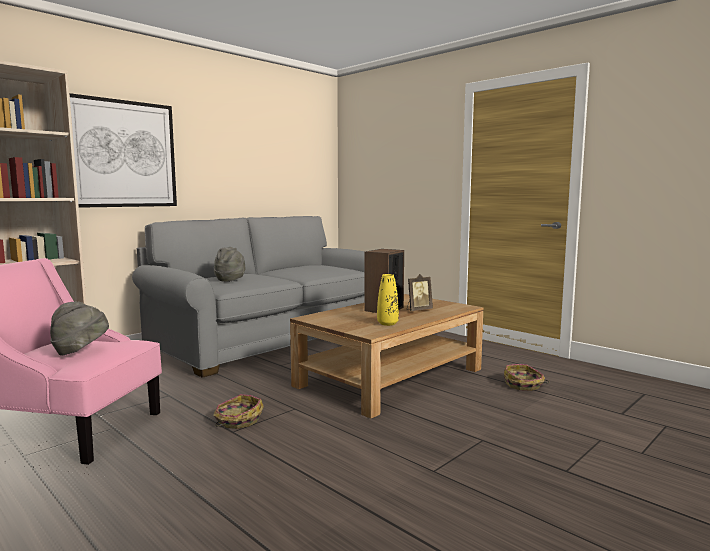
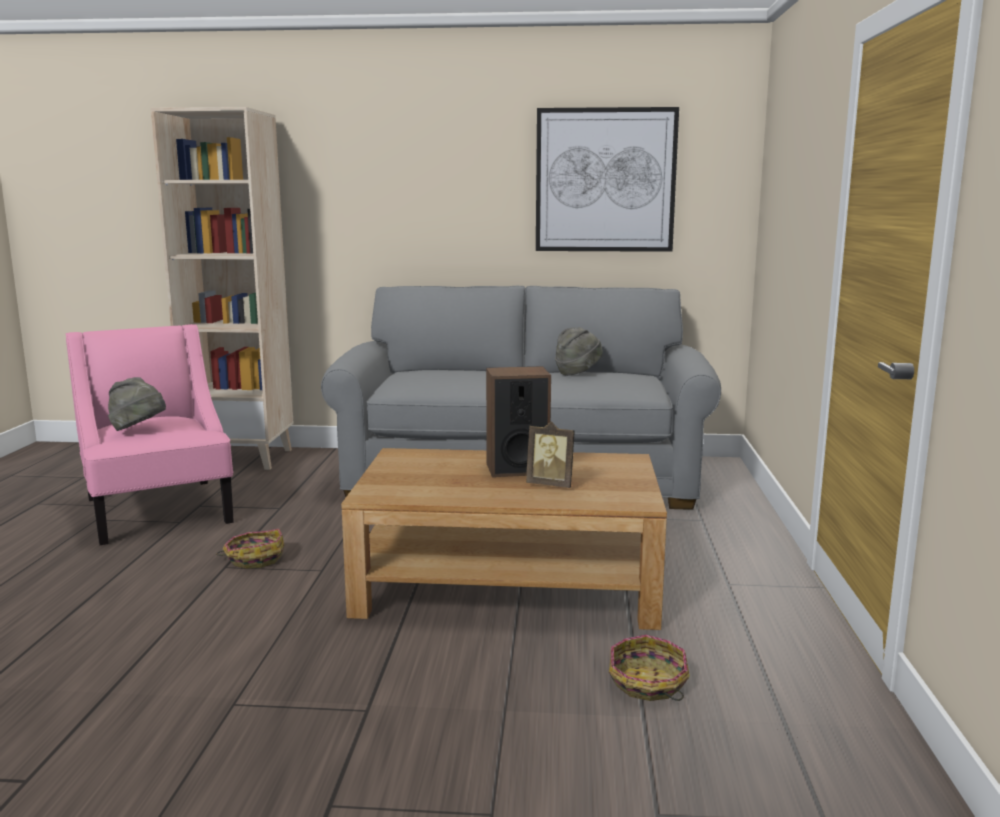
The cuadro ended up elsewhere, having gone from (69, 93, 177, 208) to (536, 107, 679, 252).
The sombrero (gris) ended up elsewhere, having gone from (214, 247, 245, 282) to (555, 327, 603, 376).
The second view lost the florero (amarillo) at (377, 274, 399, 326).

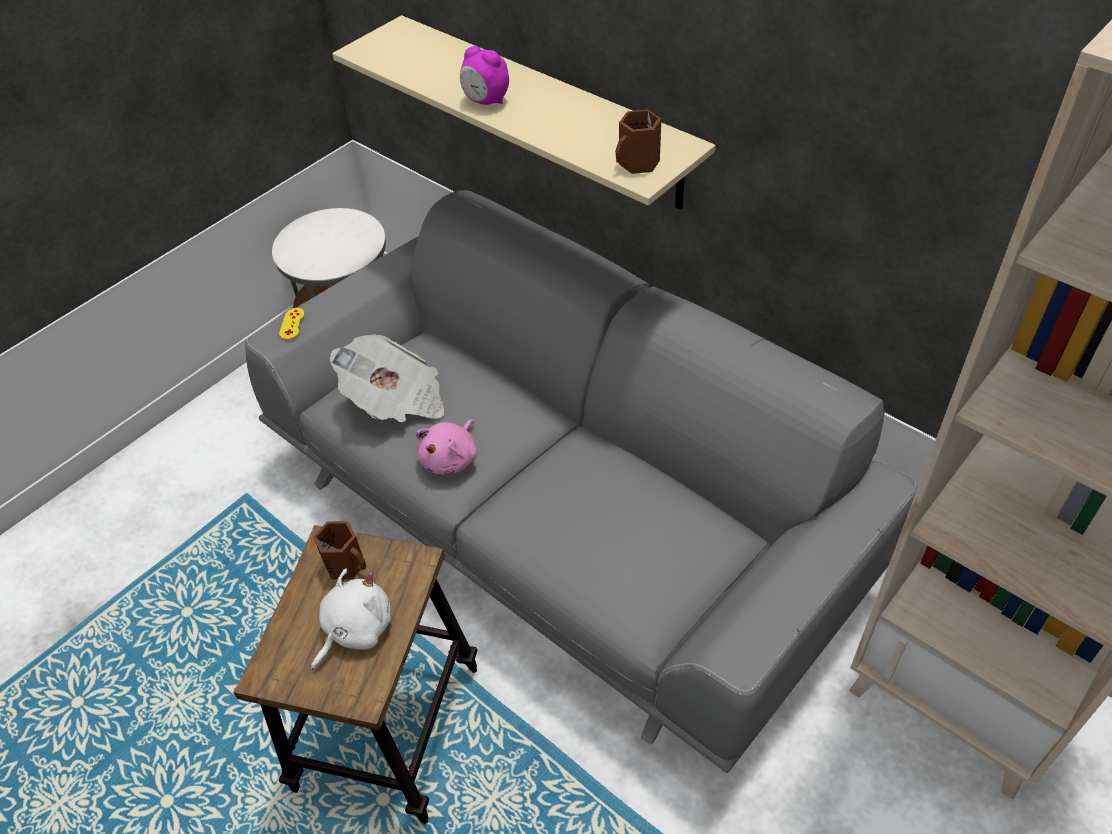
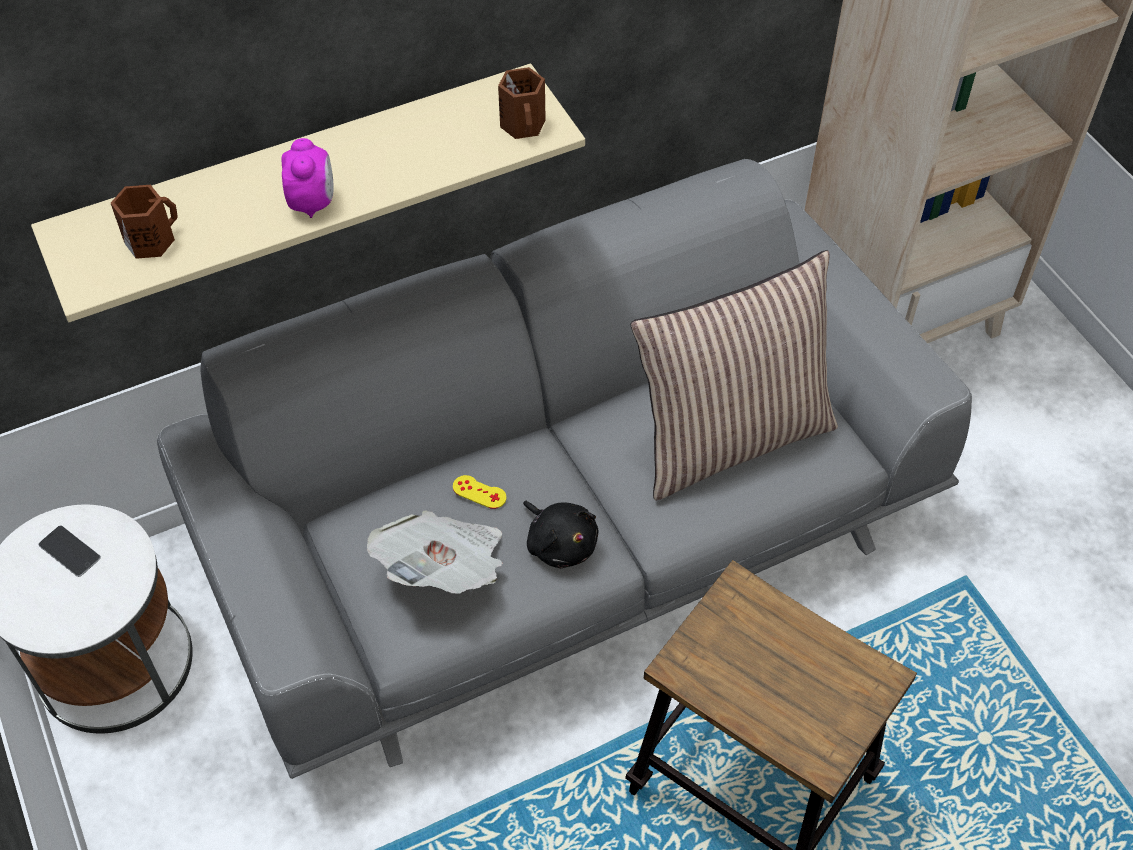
The despertador at (460, 46, 509, 105) ended up facing another way, 60 degrees counterclockwise from before.
The mando de consola (amarillo) ended up elsewhere, having gone from (279, 308, 305, 340) to (453, 475, 507, 509).
What was the peluche (rosa) at (416, 419, 477, 475) turned into the peluche (negro) at (523, 501, 599, 568).
The taza grande (marrón) ended up elsewhere, having gone from (313, 521, 366, 580) to (111, 185, 178, 259).
The second view lost the peluche (blanco) at (311, 569, 391, 670).
The second view gained the cojín at (631, 250, 838, 501).
The second view gained the móvil at (38, 525, 101, 577).

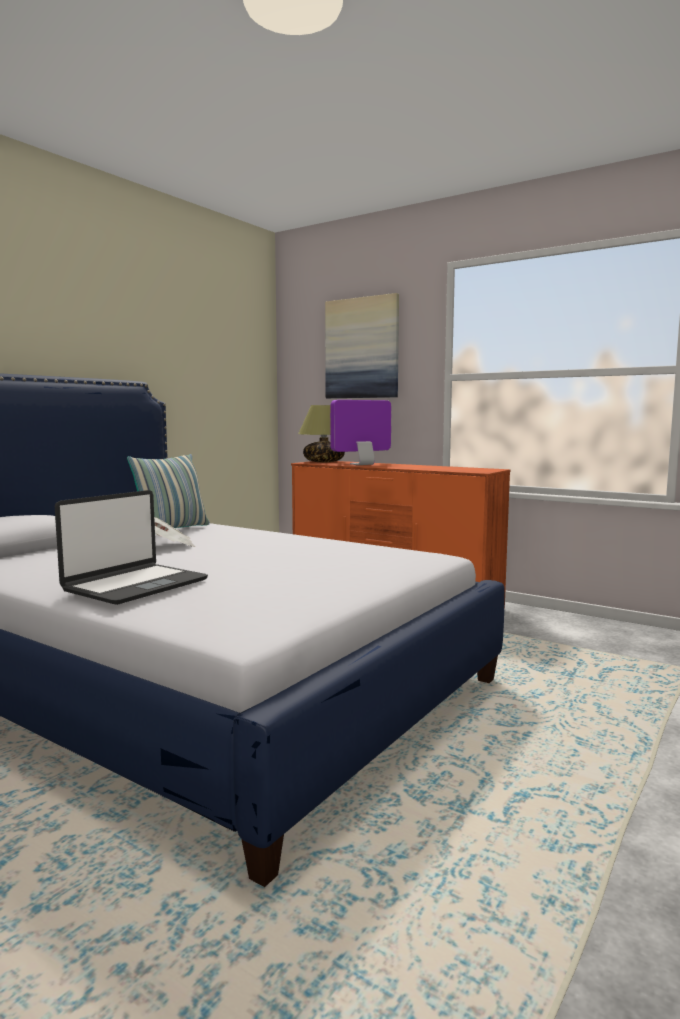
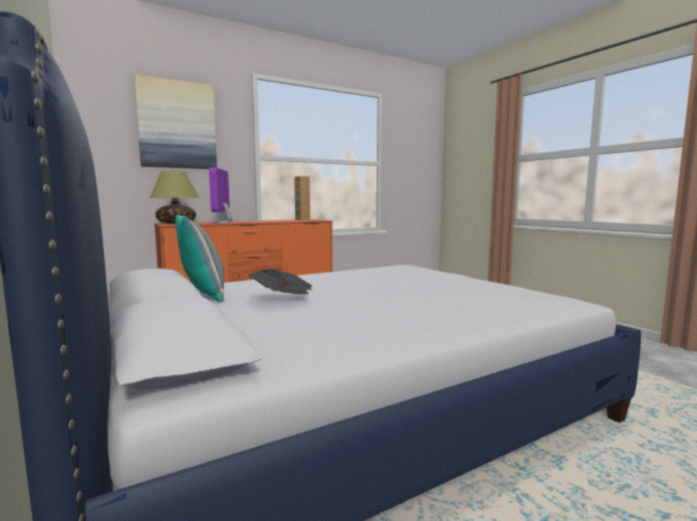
The second view lost the portátil at (55, 490, 208, 605).
The second view gained the altavoz (marrón) at (295, 176, 310, 220).

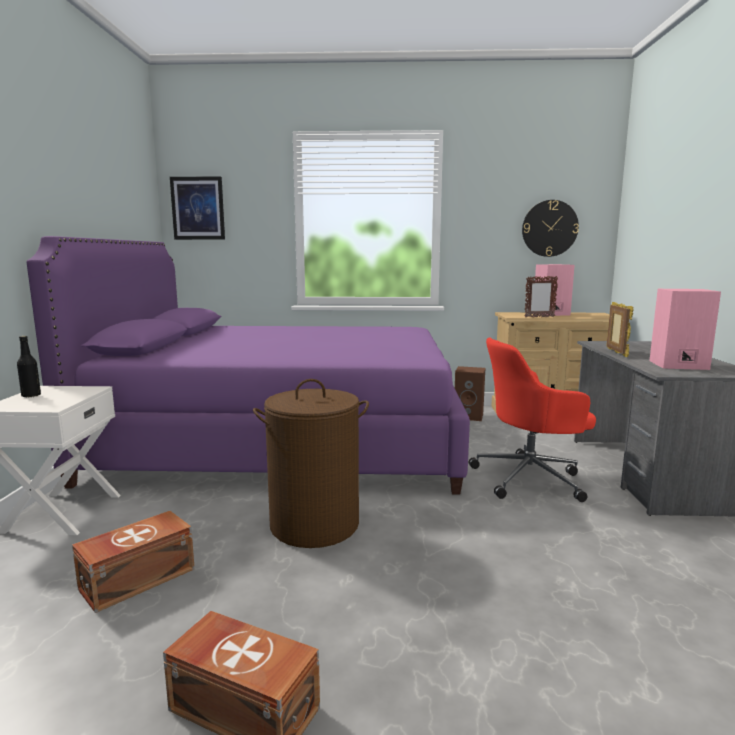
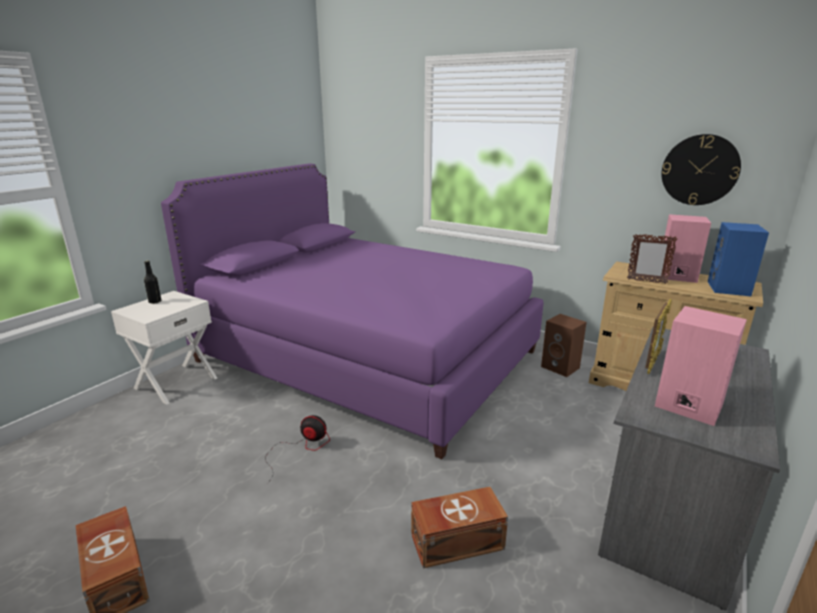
The second view lost the cuadro at (170, 176, 225, 240).
The second view lost the silla de oficina (rojo) at (469, 338, 596, 502).
Where the cesto de la ropa (marrón) stood at (253, 379, 369, 548), the ventilador came to stand at (268, 415, 330, 483).
The caja de almacenaje (marrón) ended up elsewhere, having gone from (72, 511, 195, 613) to (411, 487, 508, 568).
The second view gained the altavoz (azul) at (707, 222, 769, 296).

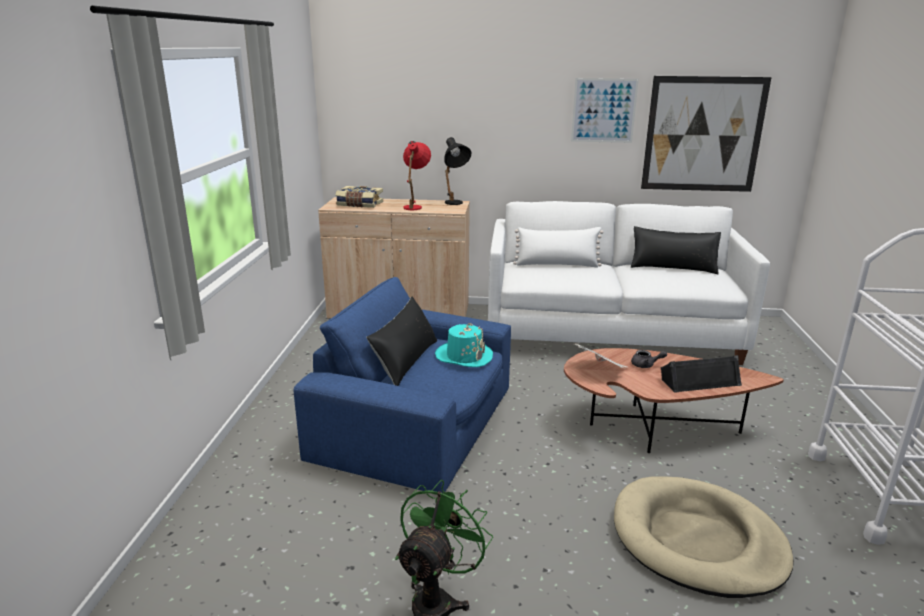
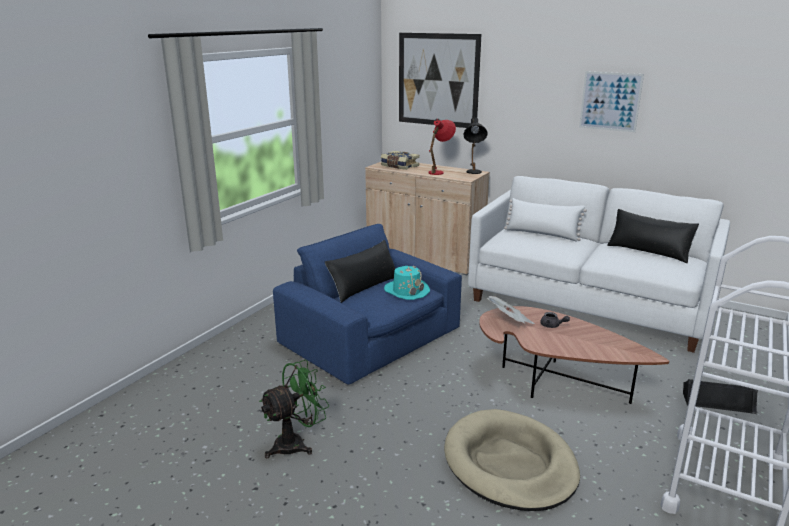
The cuadro ended up elsewhere, having gone from (641, 76, 771, 192) to (399, 33, 482, 128).
The altavoz (negro) ended up elsewhere, having gone from (661, 355, 742, 393) to (683, 379, 758, 414).

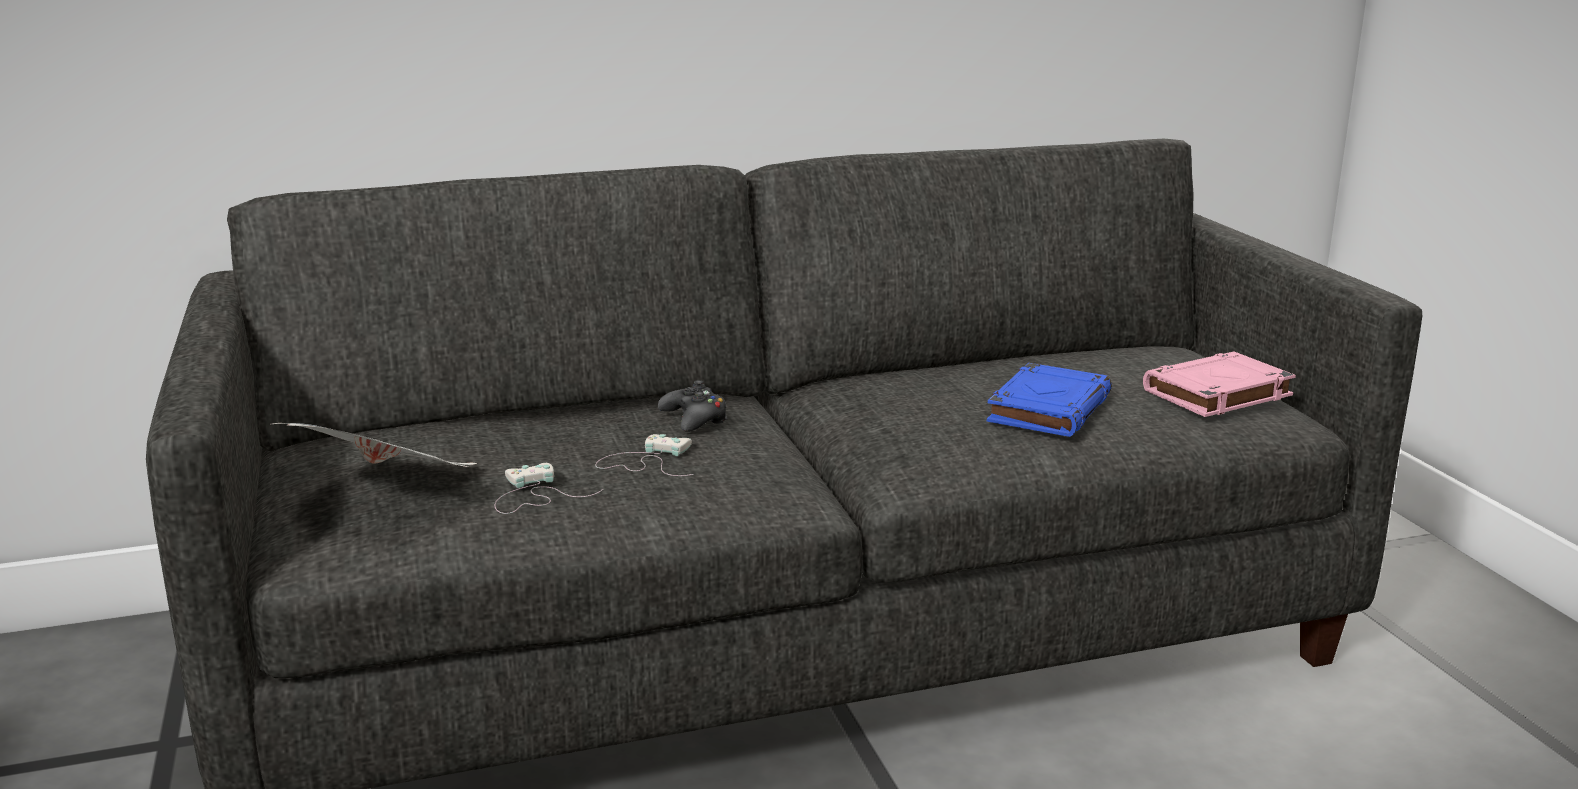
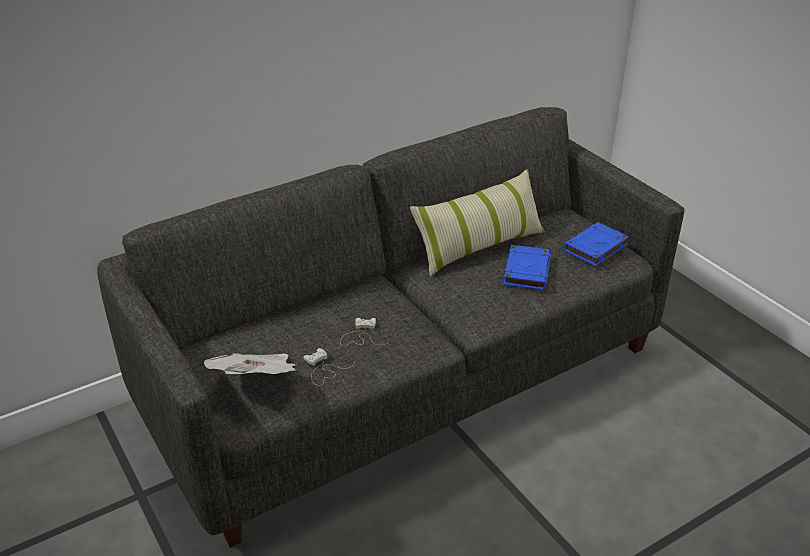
What was the libro (rosa) at (1143, 352, 1296, 417) turned into the libro (azul) at (563, 222, 629, 266).
The second view lost the mando de consola (negro) at (658, 380, 728, 432).
The second view gained the cojín at (410, 169, 545, 276).

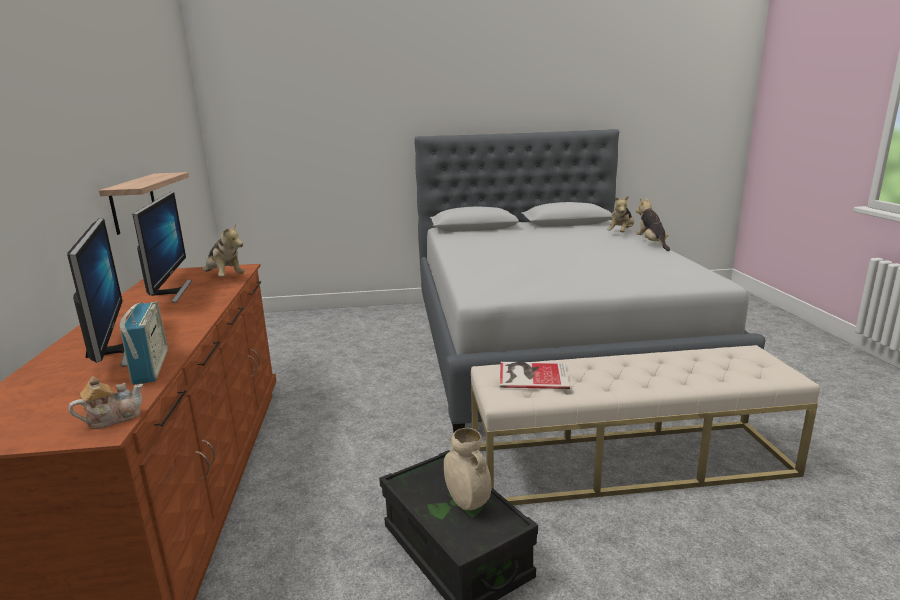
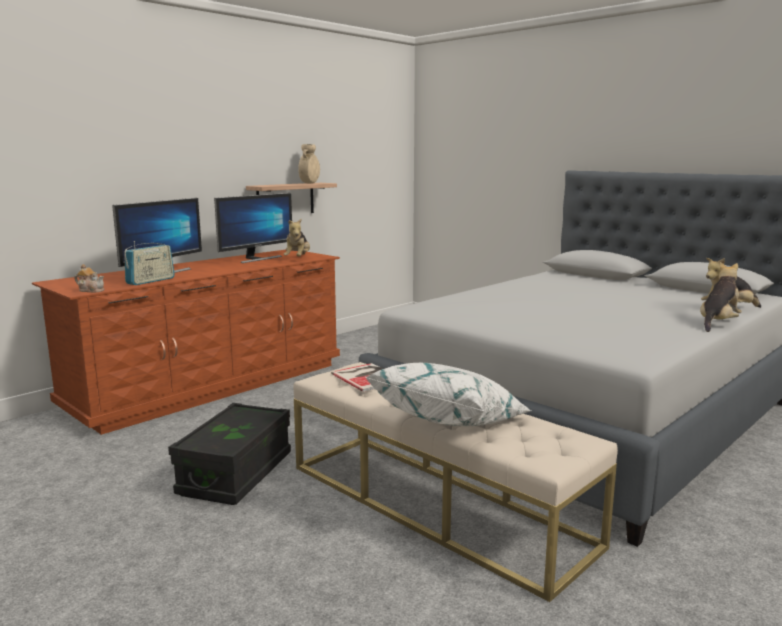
The florero (beis) ended up elsewhere, having gone from (444, 428, 491, 510) to (298, 144, 320, 184).
The second view gained the cojín (blanco) at (366, 363, 531, 426).

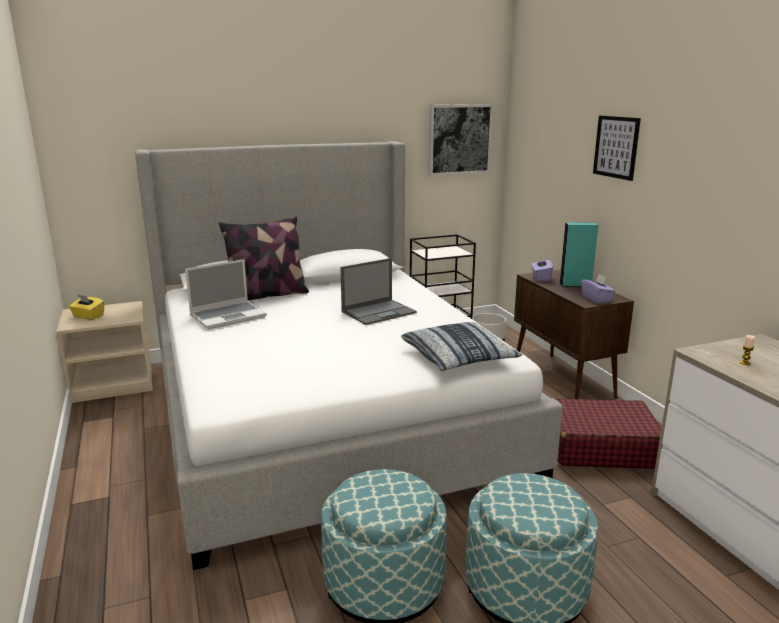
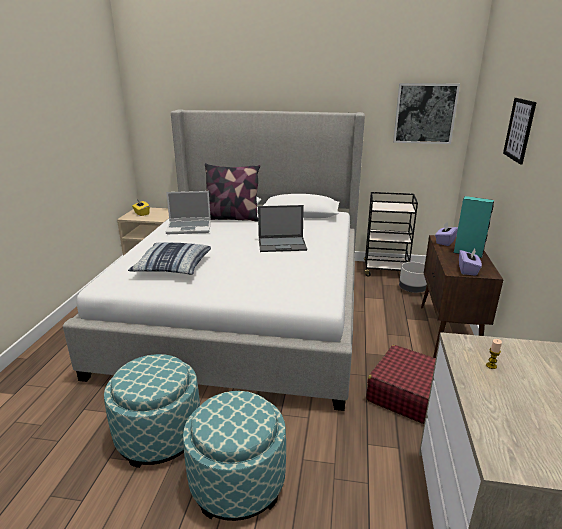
The cojín ended up elsewhere, having gone from (401, 322, 522, 371) to (128, 242, 211, 275).

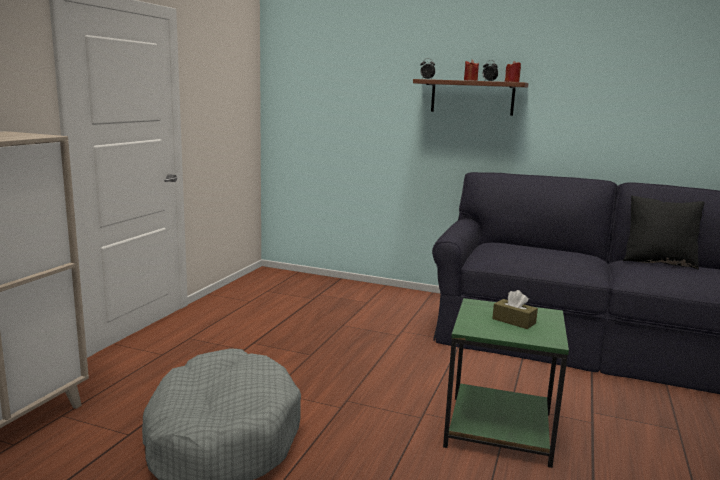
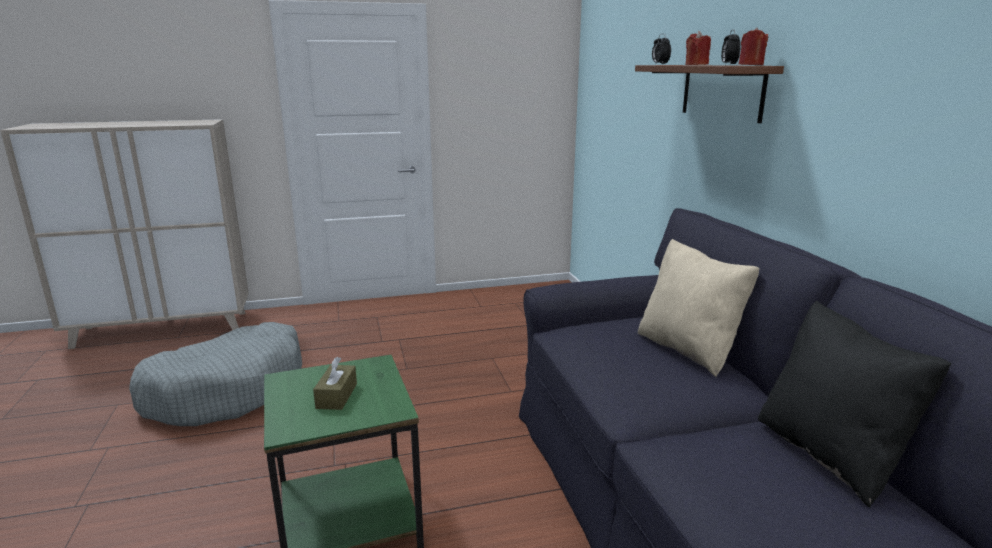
The second view gained the cojín (beis) at (638, 239, 760, 377).

